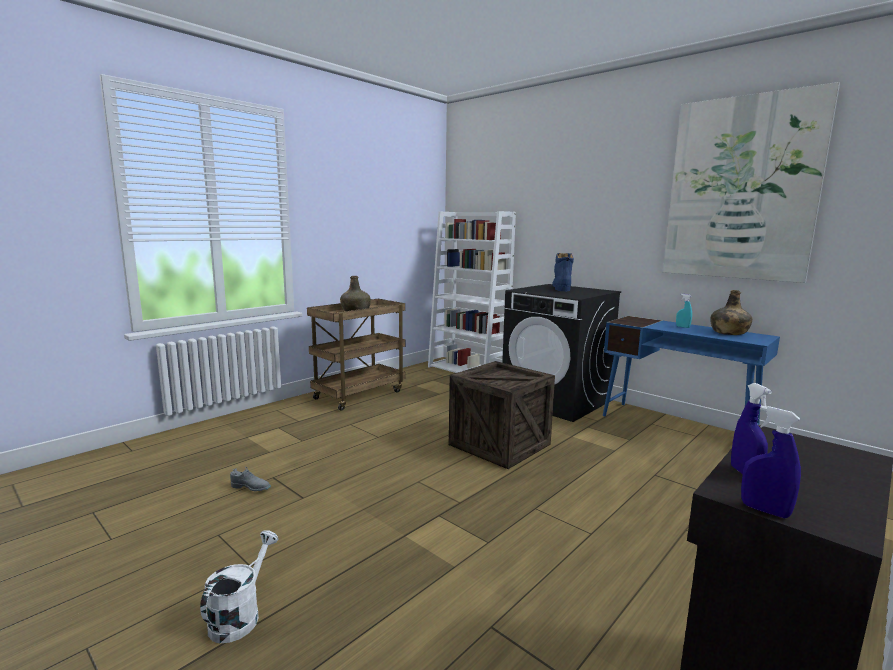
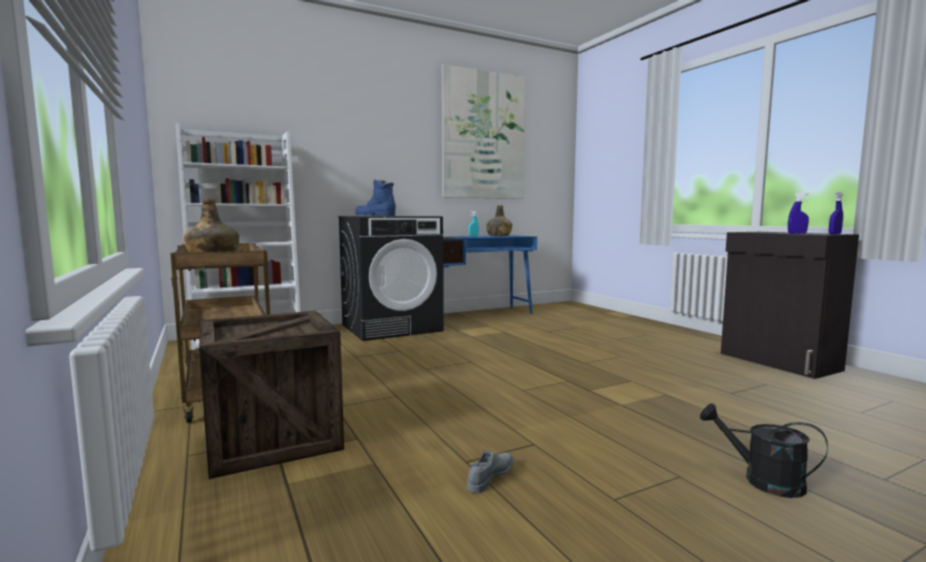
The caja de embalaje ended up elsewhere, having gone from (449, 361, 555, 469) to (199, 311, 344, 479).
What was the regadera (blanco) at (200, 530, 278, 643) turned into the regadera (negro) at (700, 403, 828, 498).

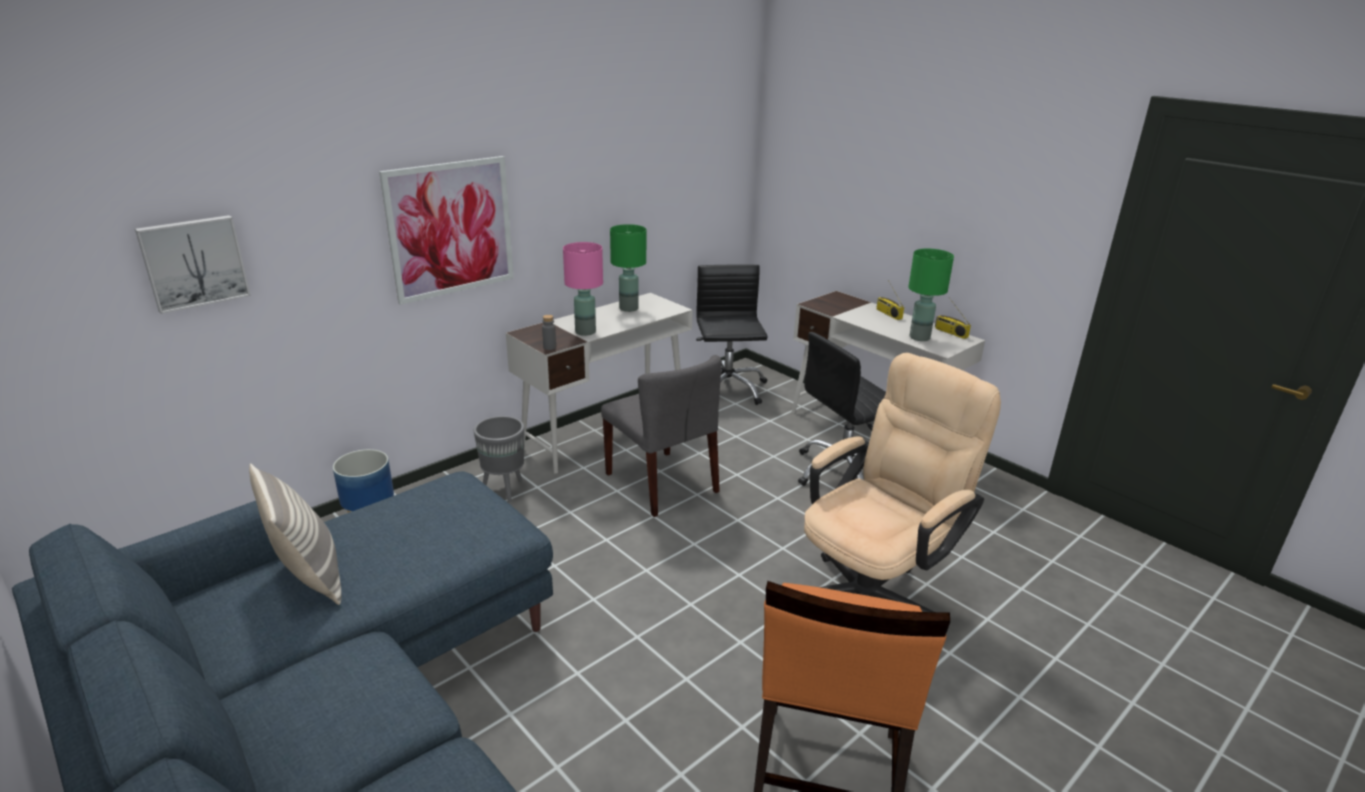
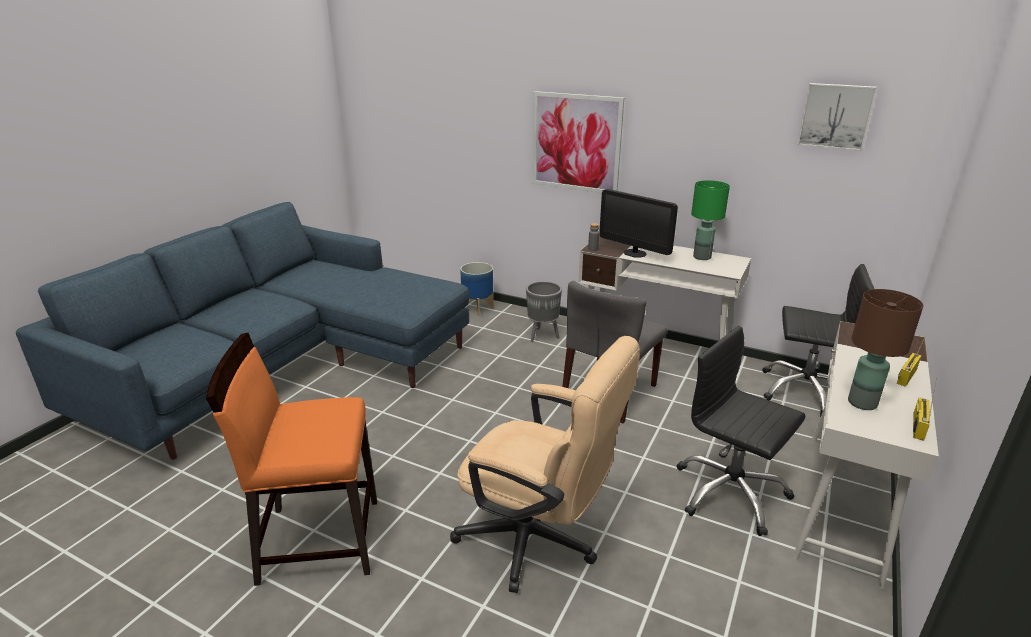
The cuadro ended up elsewhere, having gone from (135, 215, 251, 314) to (798, 83, 877, 151).
Where the lámpara de mesa (rosa) stood at (563, 242, 603, 336), the monitor came to stand at (600, 189, 678, 258).
What was the lámpara de mesa (verde) at (908, 249, 954, 341) turned into the lámpara de mesa (marrón) at (848, 289, 923, 410).
The silla de oficina (negro) at (696, 265, 768, 405) ended up facing another way, 45 degrees clockwise from before.
The second view lost the cojín at (249, 463, 342, 605).

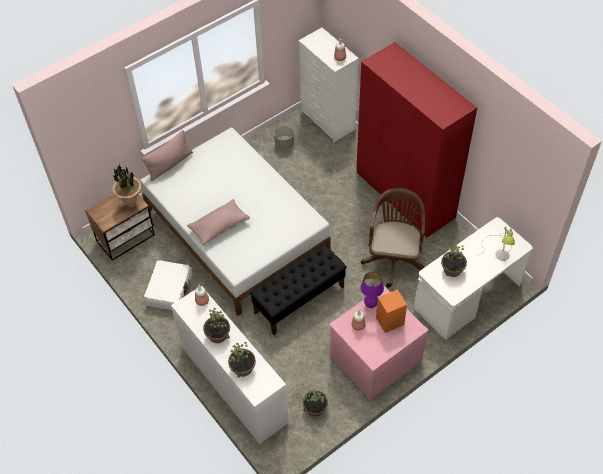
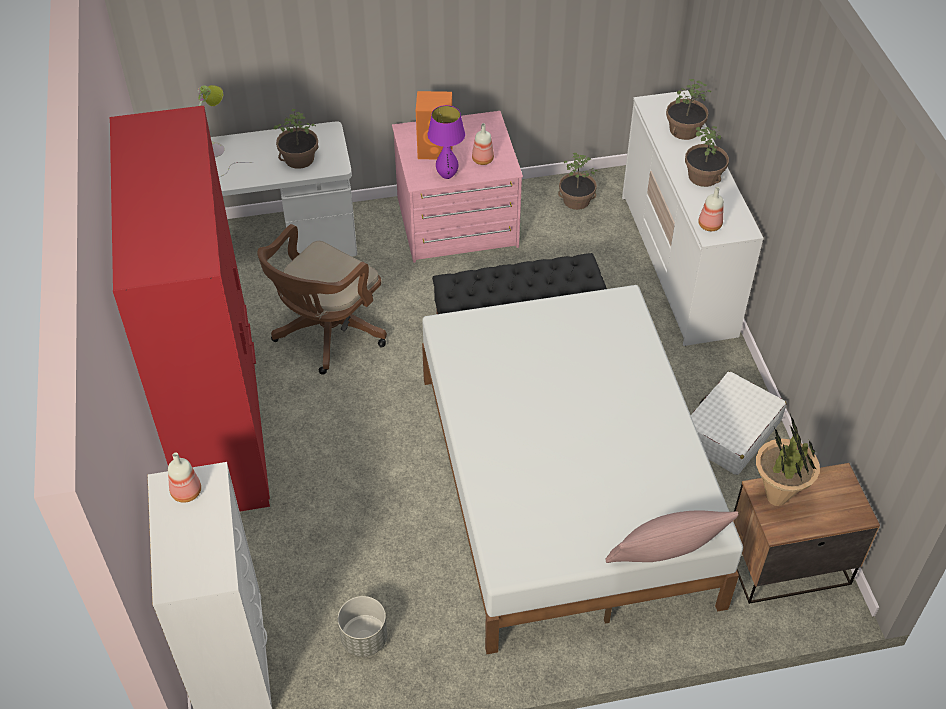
The second view lost the cojín (rosa) at (187, 199, 250, 245).

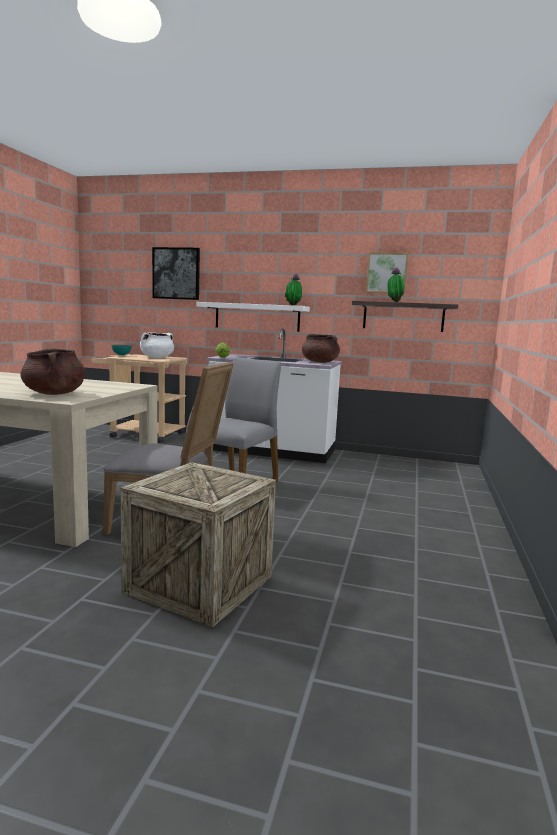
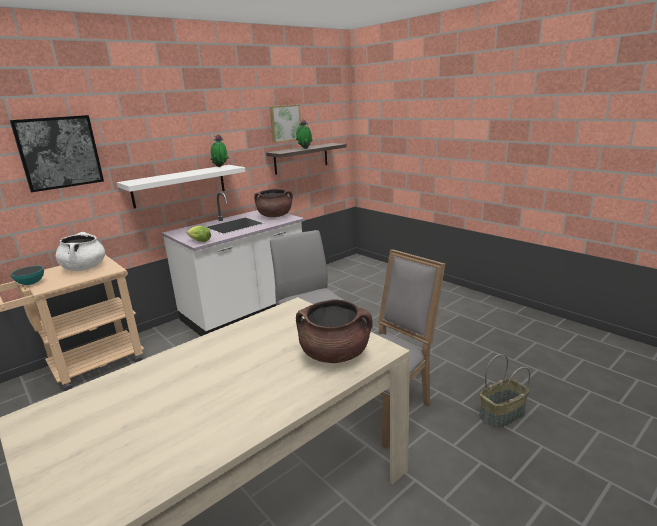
Where the caja de embalaje stood at (120, 462, 276, 628), the cesta came to stand at (479, 354, 530, 429).

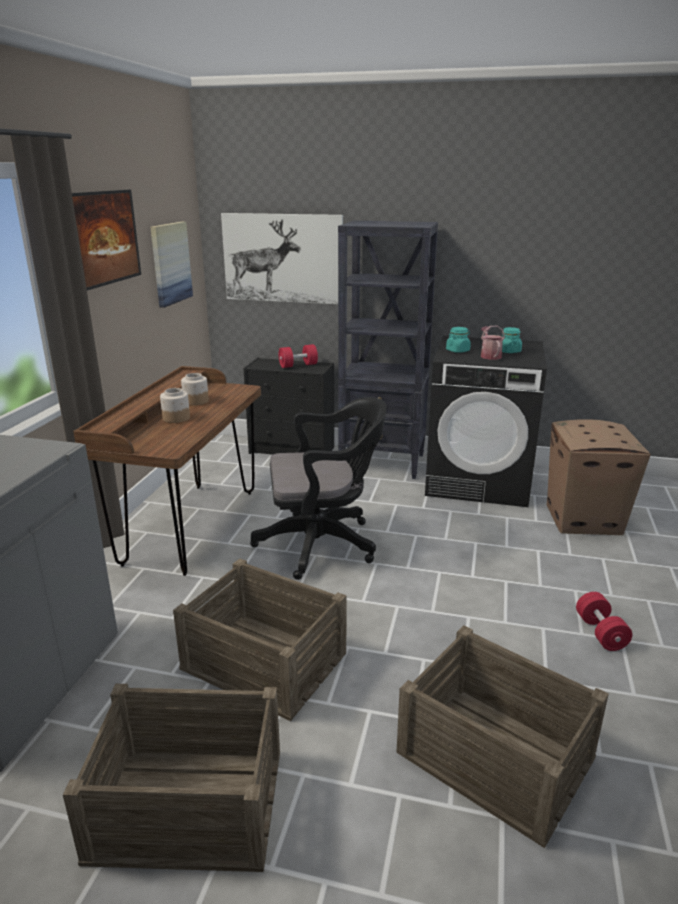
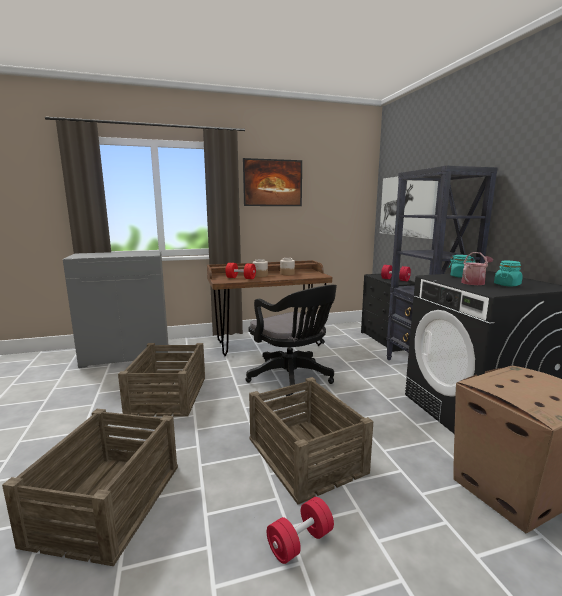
The second view lost the cuadro at (151, 222, 193, 308).
The caja de embalaje ended up elsewhere, having gone from (63, 684, 280, 872) to (249, 377, 373, 505).
The second view gained the mancuerna (rojo) at (225, 263, 256, 279).

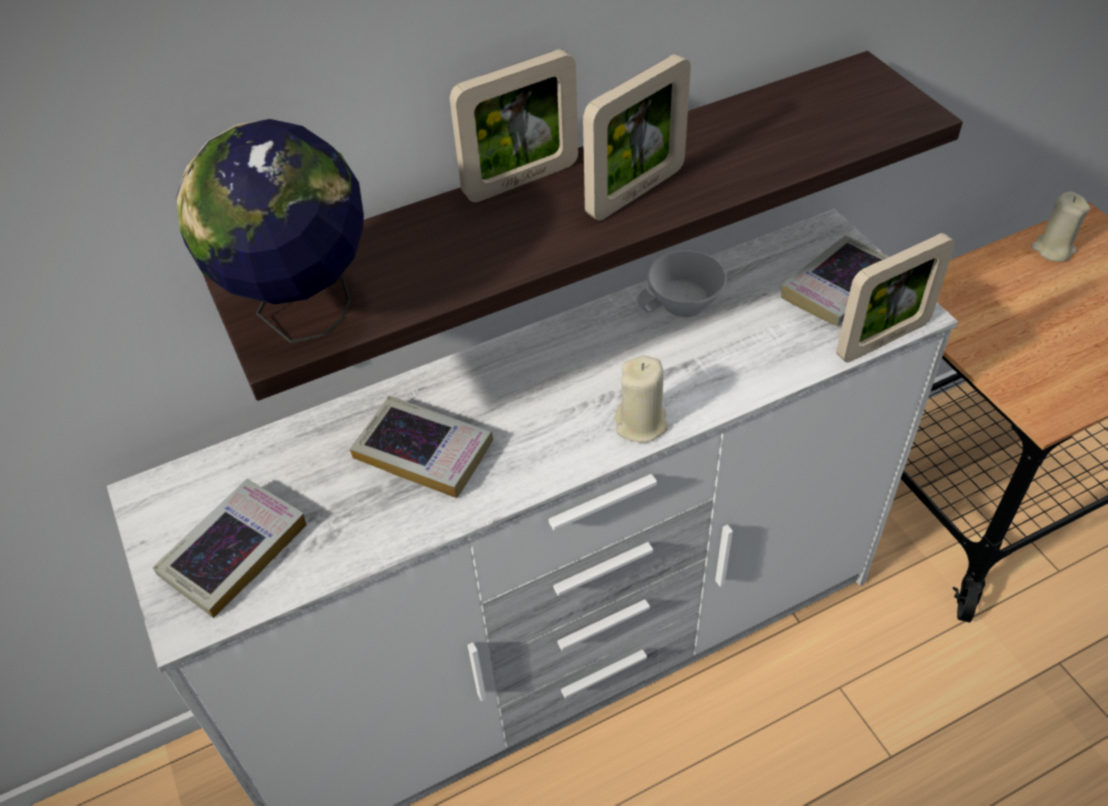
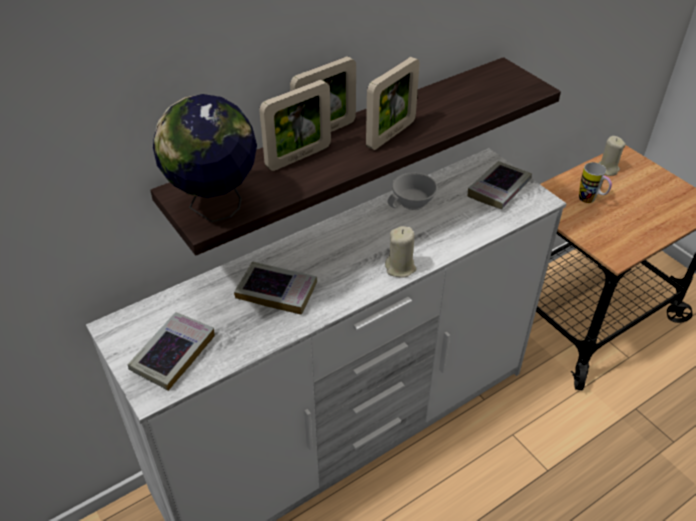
The portarretratos ended up elsewhere, having gone from (836, 233, 955, 363) to (259, 80, 331, 171).
The second view gained the taza grande at (579, 162, 612, 203).

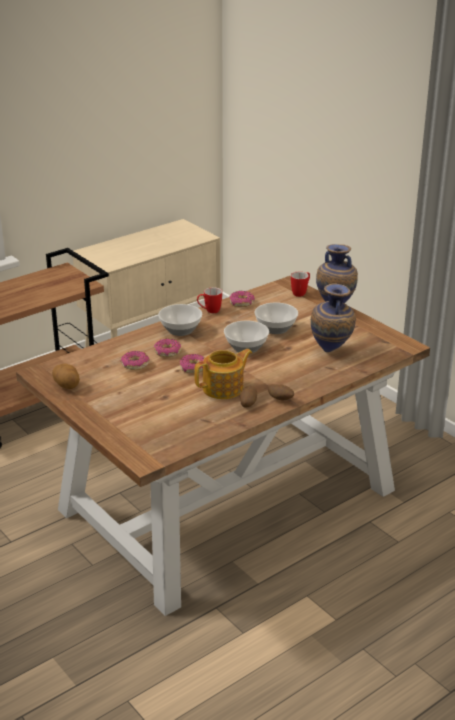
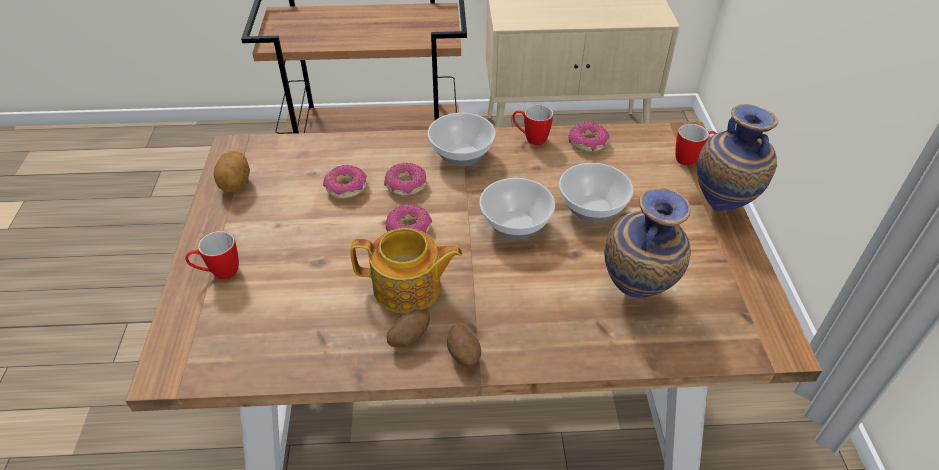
The second view gained the taza grande at (185, 231, 239, 279).

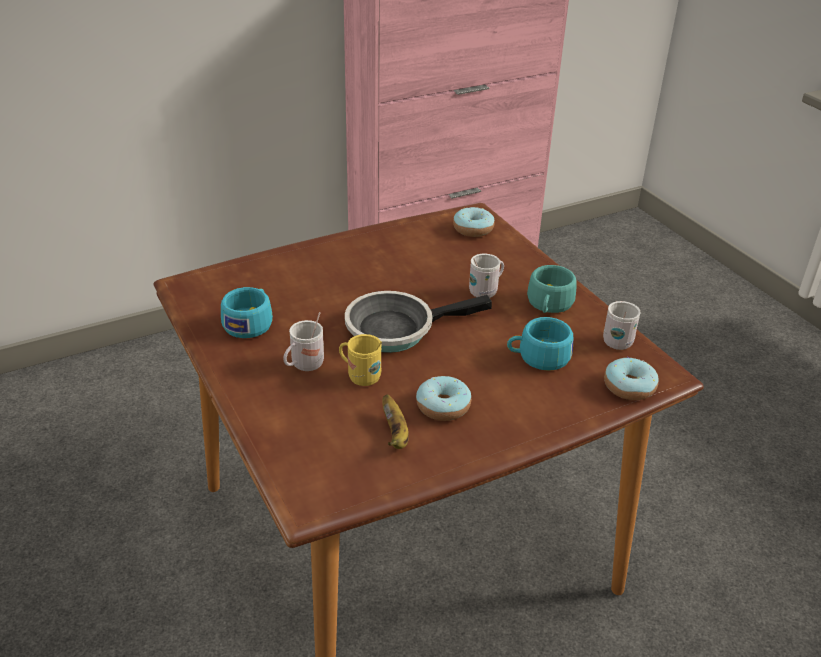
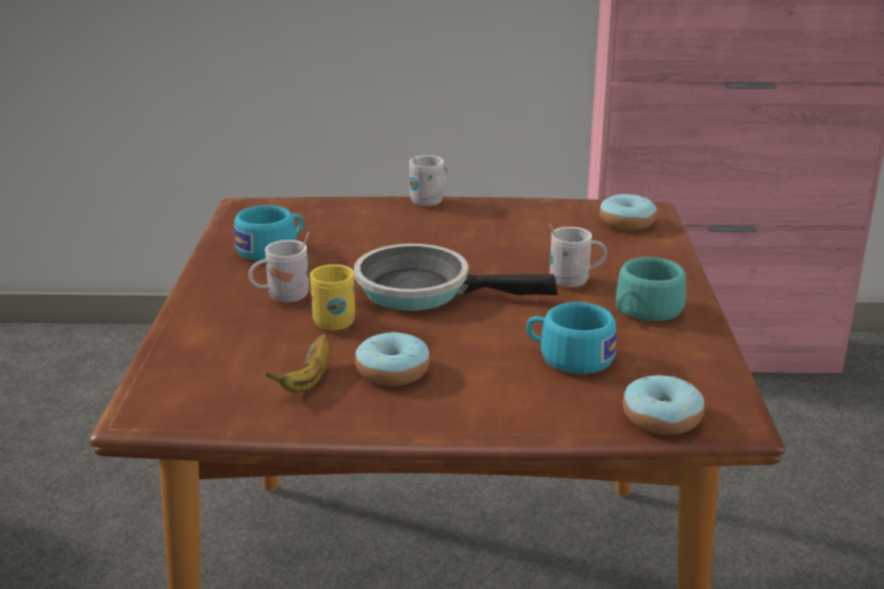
The taza grande (blanco) ended up elsewhere, having gone from (603, 301, 641, 350) to (409, 155, 449, 206).

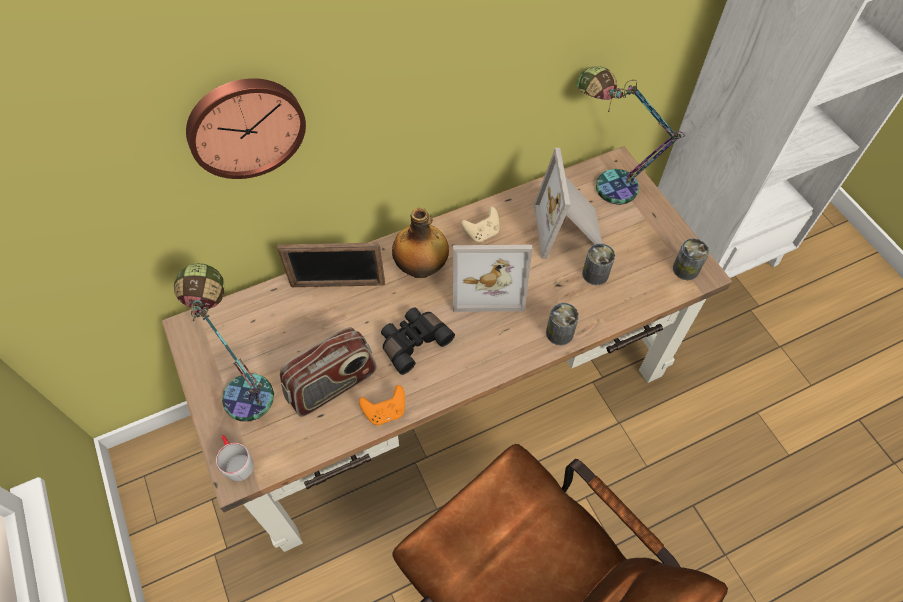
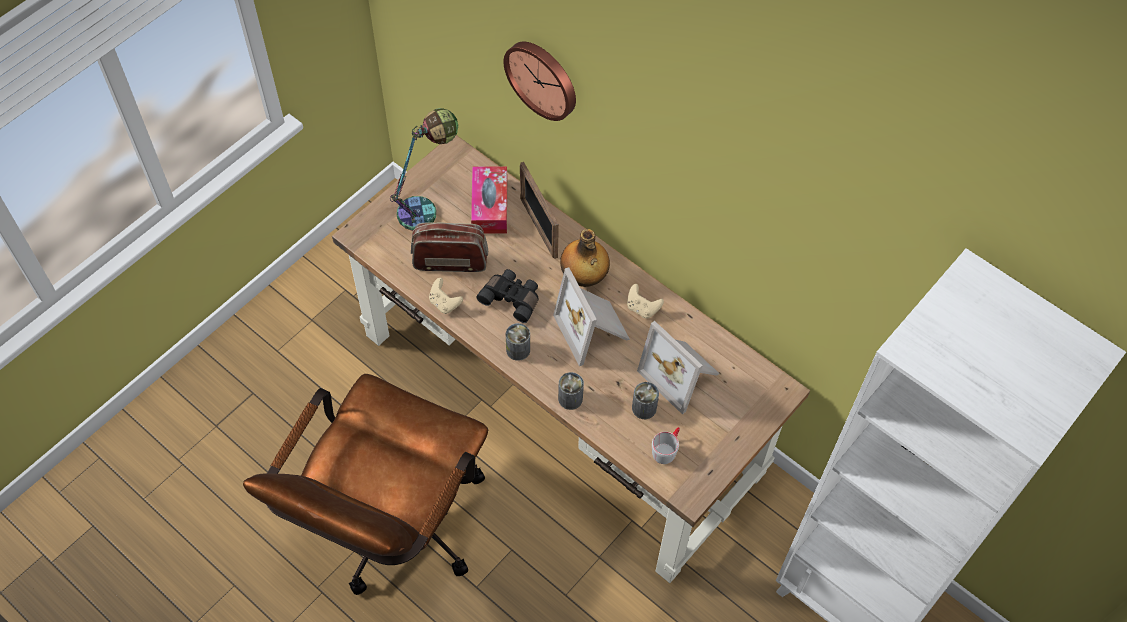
The second view lost the lámpara de mesa at (576, 66, 685, 205).
The portarretratos at (534, 148, 602, 259) ended up facing another way, 105 degrees counterclockwise from before.
The lata ended up elsewhere, having gone from (673, 238, 709, 280) to (506, 323, 530, 361).
The radio at (280, 327, 377, 417) ended up facing another way, 150 degrees clockwise from before.
What was the mando de consola (naranja) at (359, 385, 405, 425) turned into the mando de consola (beis) at (429, 278, 463, 314).
The taza grande (gris) ended up elsewhere, having gone from (216, 435, 254, 481) to (652, 427, 680, 464).
The second view gained the caja de pañuelos at (471, 166, 507, 233).

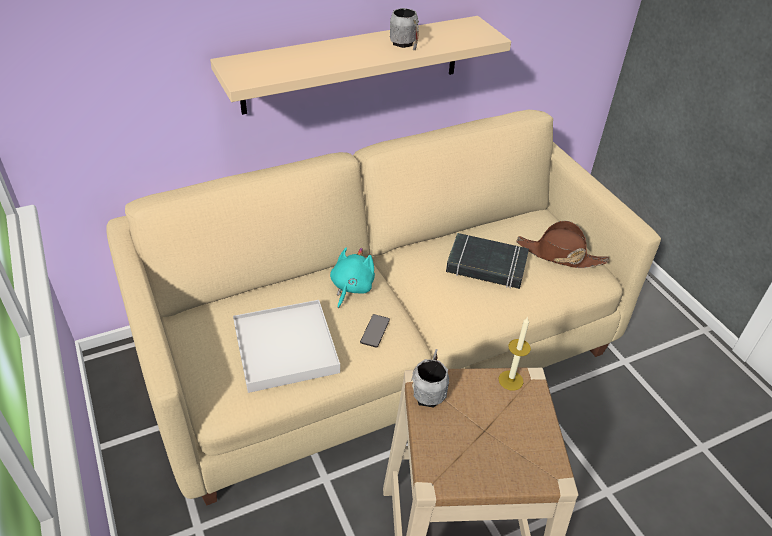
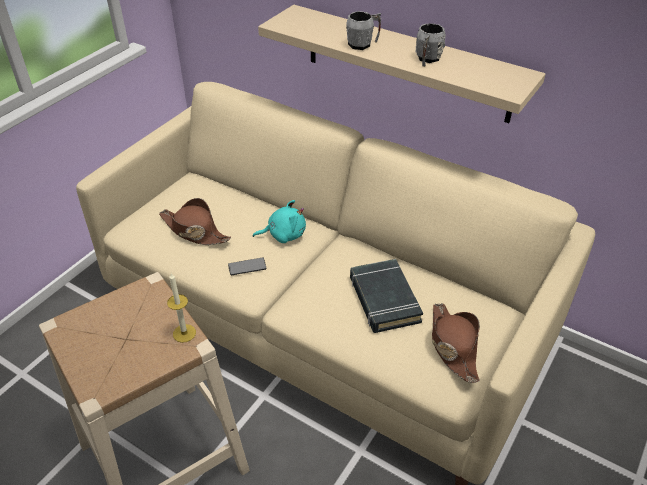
Where the bandeja (blanco) stood at (233, 300, 340, 393), the sombrero (marrón) came to stand at (159, 198, 231, 245).
The taza grande (gris) ended up elsewhere, having gone from (411, 349, 449, 408) to (346, 11, 381, 50).

